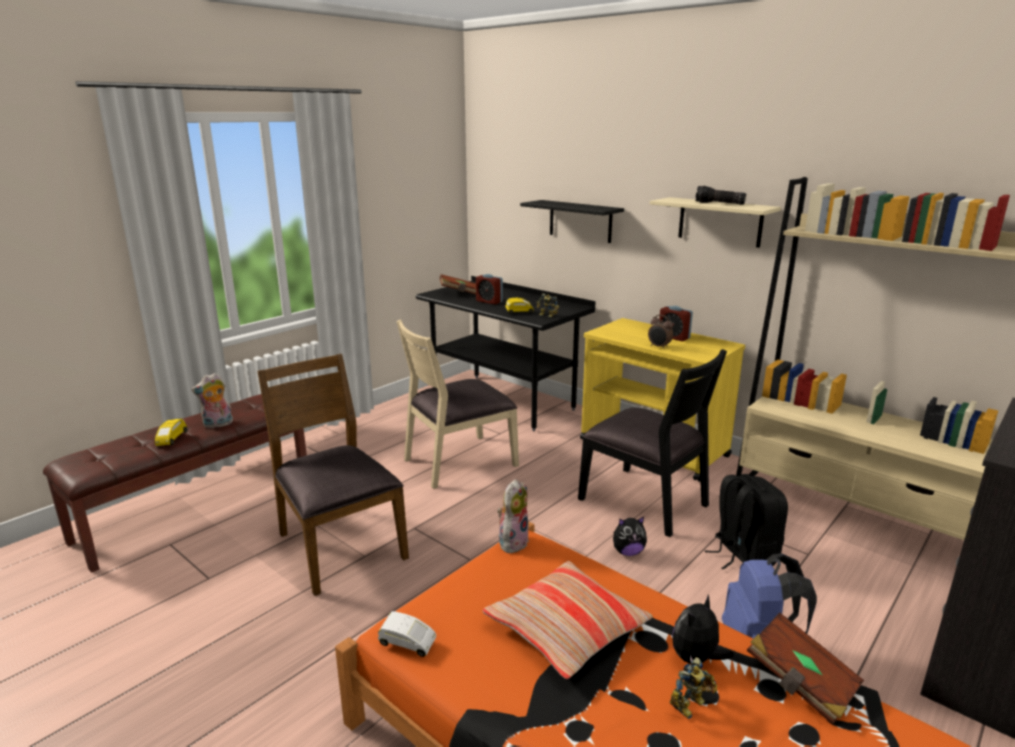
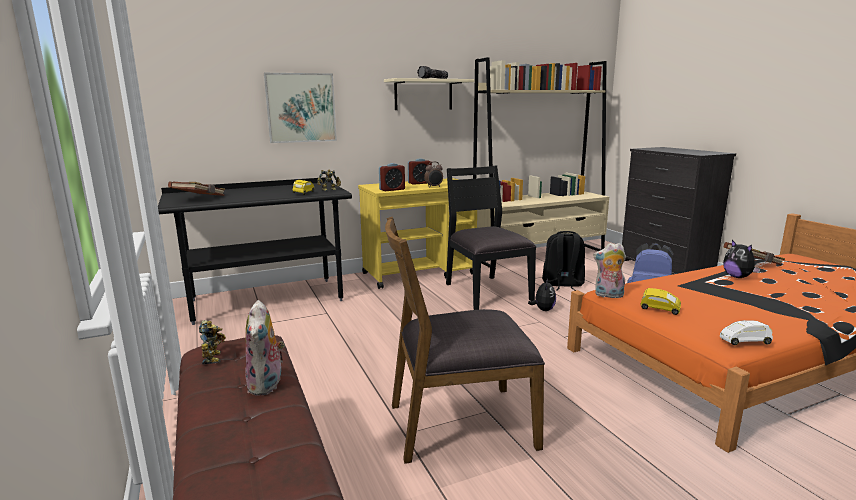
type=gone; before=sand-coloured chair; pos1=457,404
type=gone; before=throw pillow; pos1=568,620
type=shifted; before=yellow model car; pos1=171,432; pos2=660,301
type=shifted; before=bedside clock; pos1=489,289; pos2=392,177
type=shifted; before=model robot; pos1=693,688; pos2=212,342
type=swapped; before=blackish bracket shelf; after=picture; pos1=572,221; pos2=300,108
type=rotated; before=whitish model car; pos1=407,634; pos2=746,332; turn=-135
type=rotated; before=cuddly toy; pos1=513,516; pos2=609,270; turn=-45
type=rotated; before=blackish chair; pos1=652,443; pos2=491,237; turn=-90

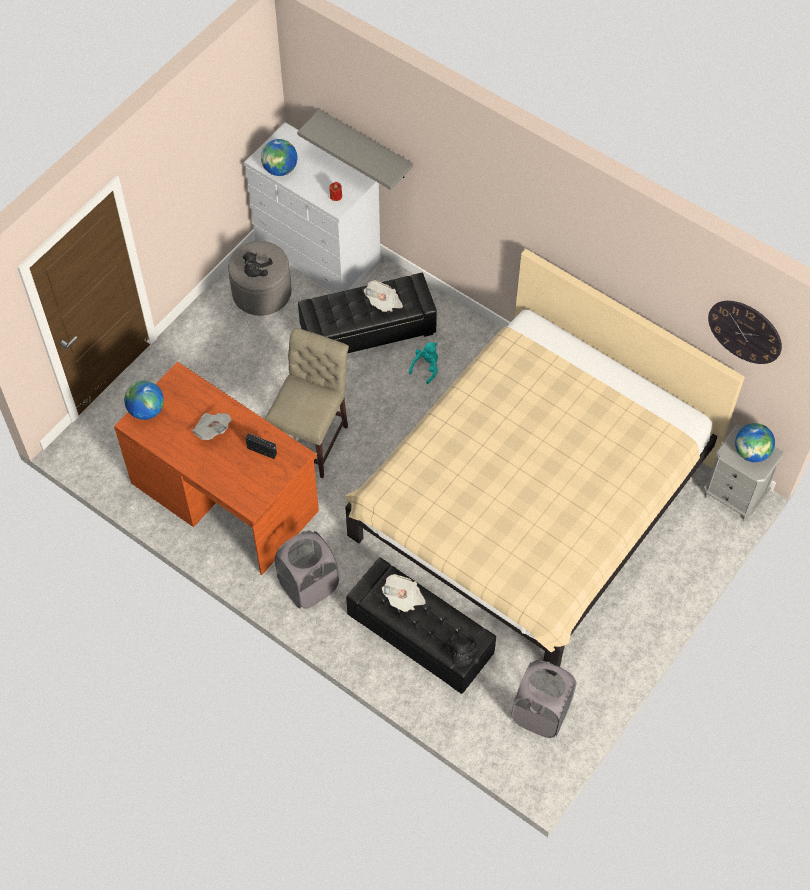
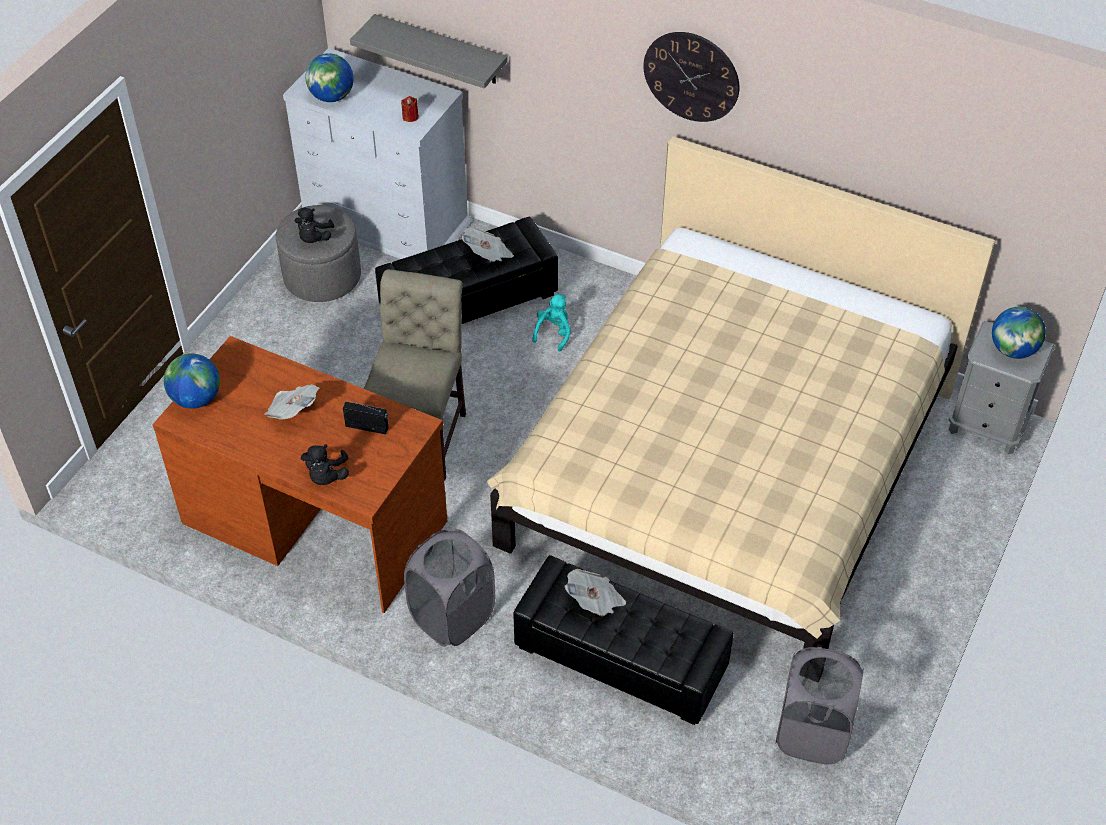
type=shifted; before=blackish cuddly toy; pos1=462,650; pos2=325,464
type=shifted; before=wall clock; pos1=745,332; pos2=691,77

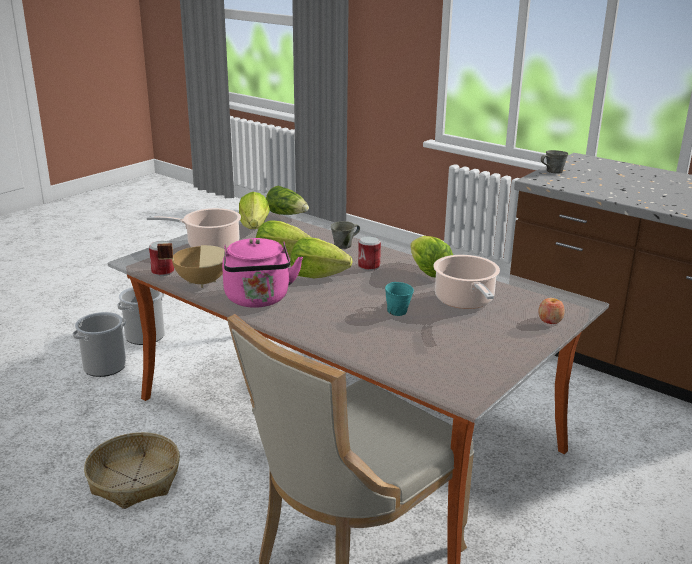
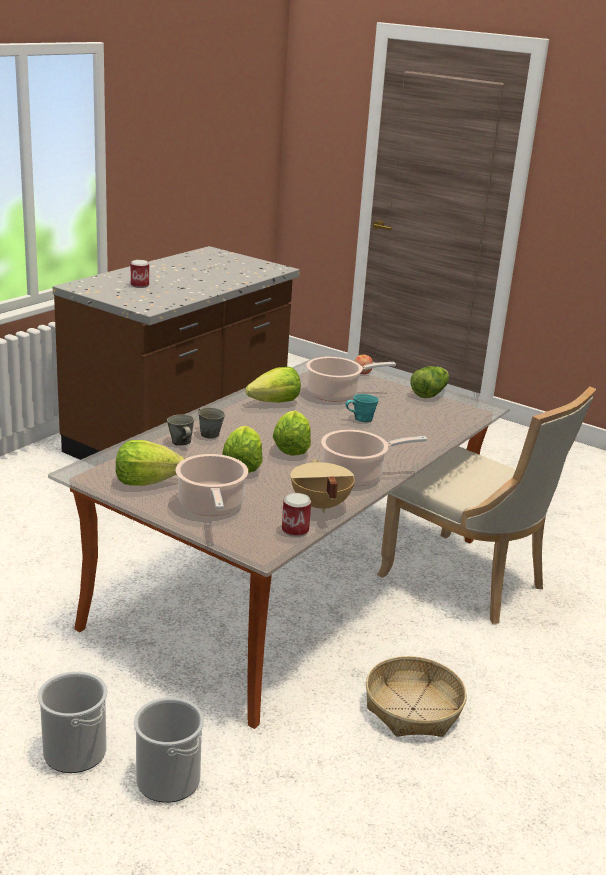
type=shifted; before=lettuce head; pos1=287,200; pos2=429,382
type=shifted; before=can; pos1=369,253; pos2=140,274
type=shifted; before=gray tea mug; pos1=554,162; pos2=180,430
type=swapped; before=pink water kettle; after=stockpot; pos1=262,272; pos2=374,458

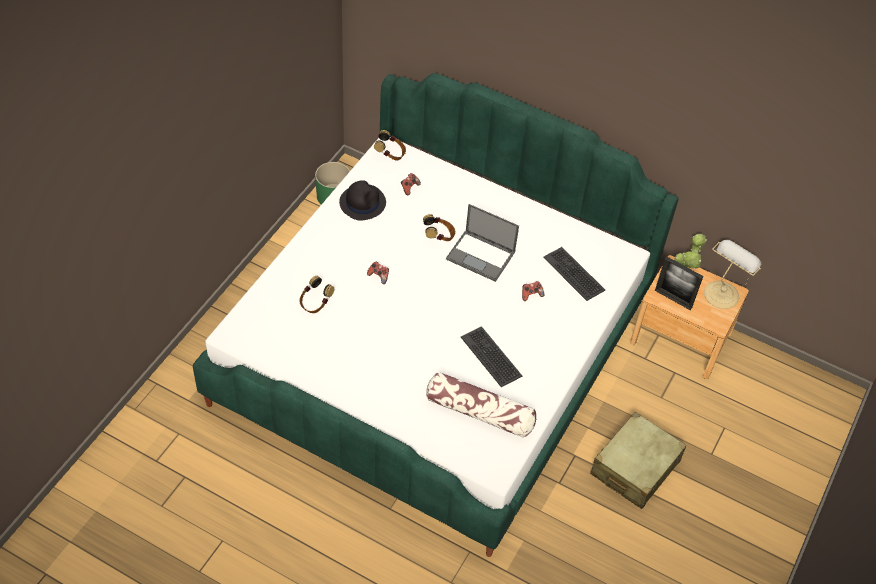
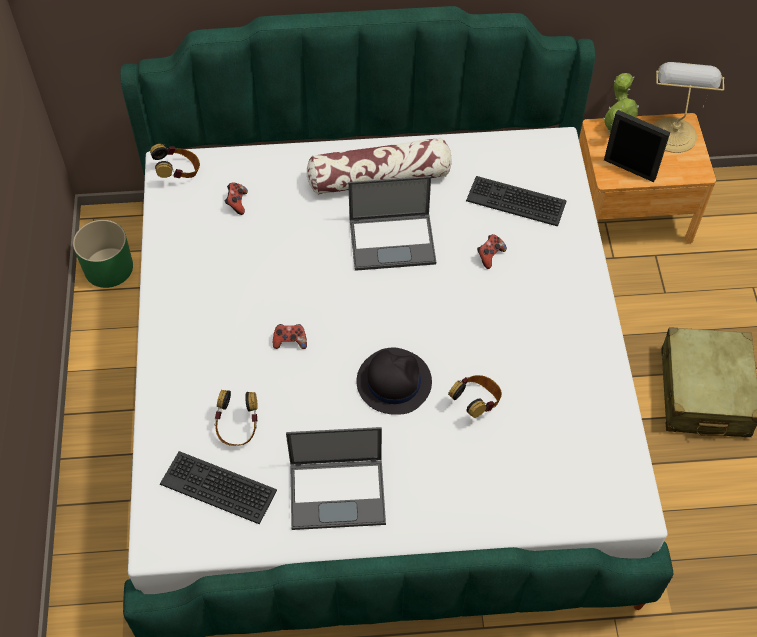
type=new; after=notebook computer; pos2=336,478
type=shifted; before=blackish wearable hat; pos1=362,200; pos2=394,381
type=shifted; before=headphones; pos1=439,227; pos2=475,396
type=shifted; before=throw pillow; pos1=481,405; pos2=379,166
type=shifted; before=keyboard; pos1=491,356; pos2=218,487
type=rotated; before=photo frame; pos1=679,283; pos2=637,146; turn=-150

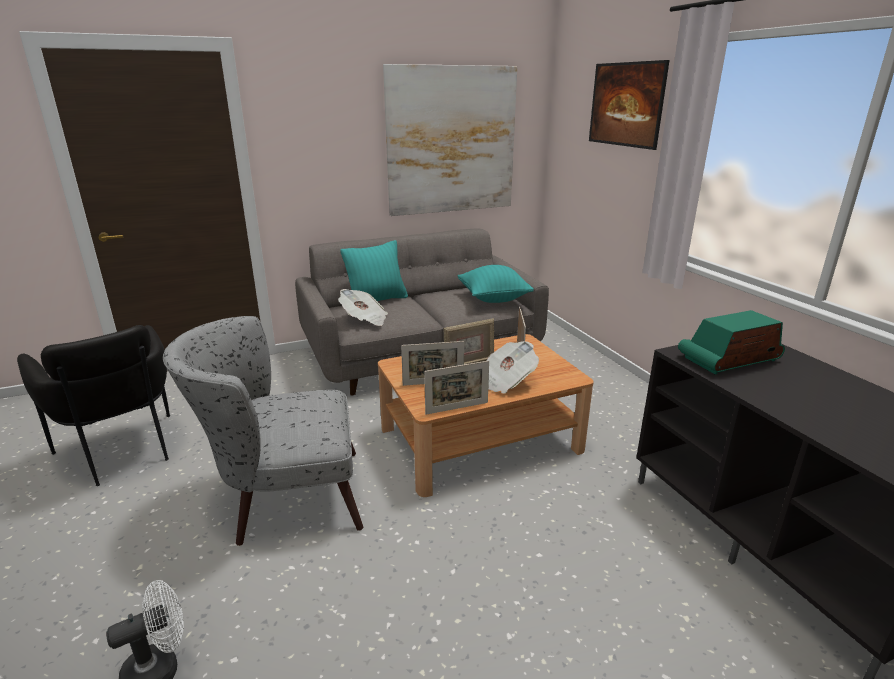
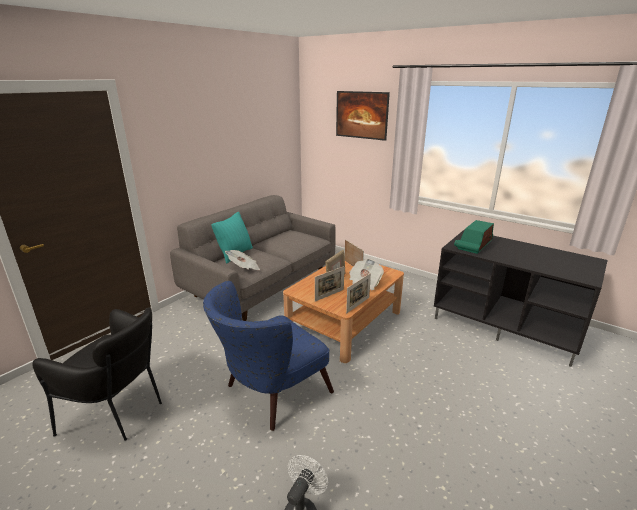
type=gone; before=picture; pos1=450,140
type=gone; before=blue-green throw pillow; pos1=496,284
type=repainted; before=gray armchair; after=blue-coloured armchair; pos1=263,431; pos2=268,356

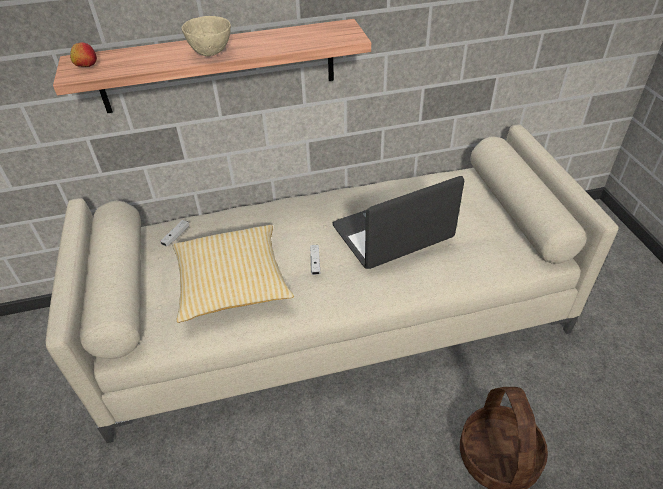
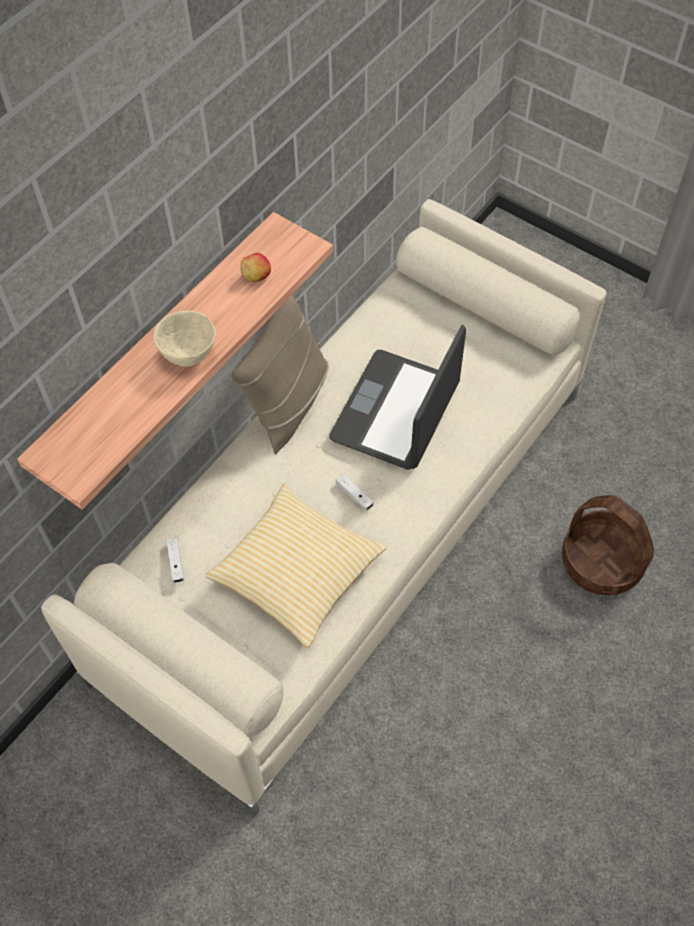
type=new; after=sand-coloured throw pillow; pos2=280,374
type=shifted; before=apple fruit; pos1=83,54; pos2=256,267

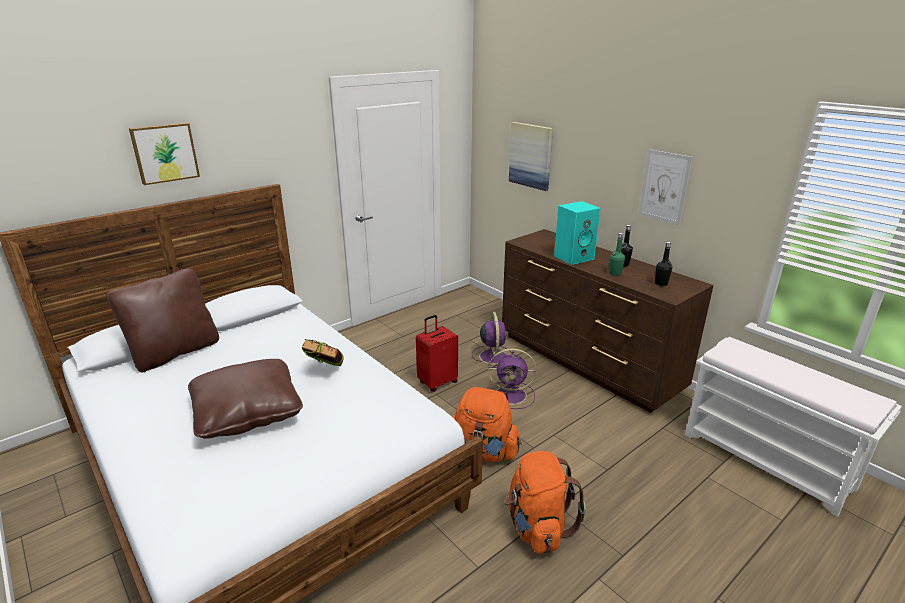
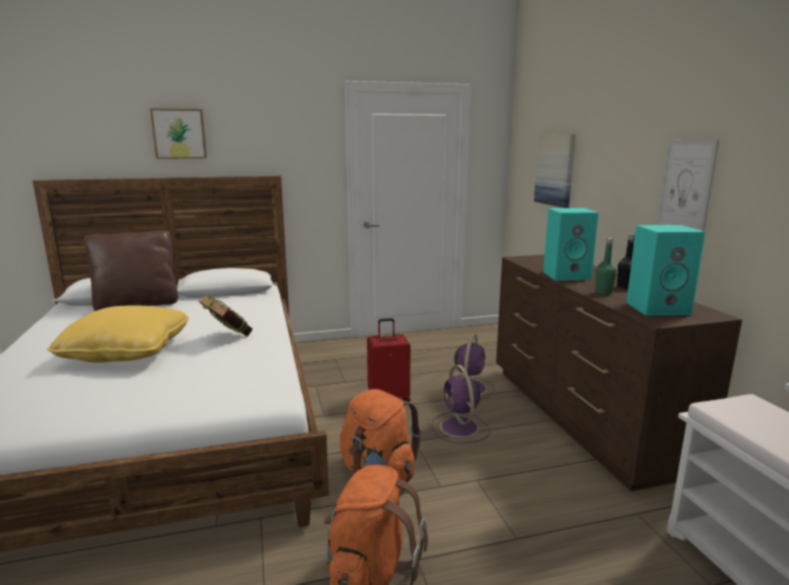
type=swapped; before=blackish drink bottle; after=blue-green audio speaker; pos1=663,264; pos2=666,270
type=repainted; before=brown-coloured throw pillow; after=yellow throw pillow; pos1=245,399; pos2=118,334
type=rotated; before=purplish cooling fan; pos1=511,379; pos2=461,404; turn=45

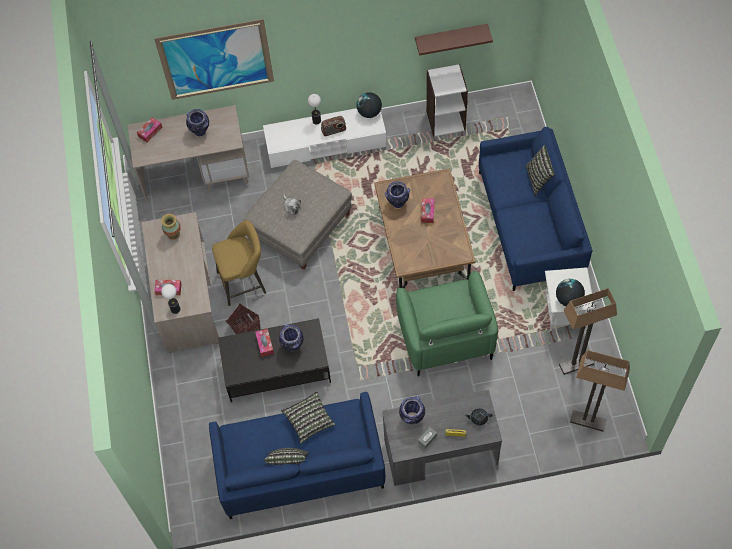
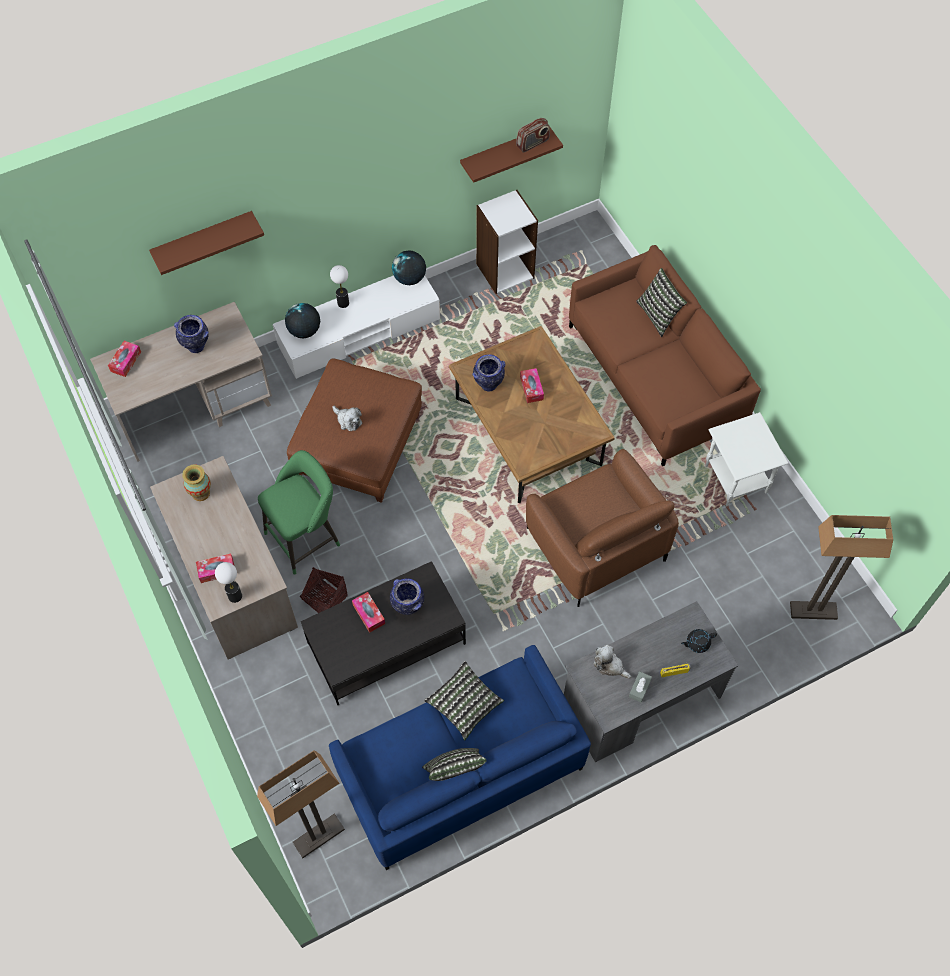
type=shifted; before=radio; pos1=333,126; pos2=533,135
type=shifted; before=globe; pos1=570,292; pos2=302,320
type=shifted; before=standard lamp; pos1=588,331; pos2=301,804
type=swapped; before=picture; after=brown-coloured bracket shelf; pos1=214,59; pos2=206,243
type=swapped; before=vase; after=cuddly toy; pos1=412,410; pos2=612,661
type=repainted; before=yellow stool seat; after=green-coloured stool seat; pos1=239,263; pos2=299,512
type=repainted; before=gray footrest; after=brown-coloured footrest; pos1=298,215; pos2=354,431
type=repainted; before=green-coloured armchair; after=brown-coloured armchair; pos1=447,324; pos2=602,528
type=repainted; before=blue-coloured couch; after=brown-coloured couch; pos1=535,209; pos2=665,355

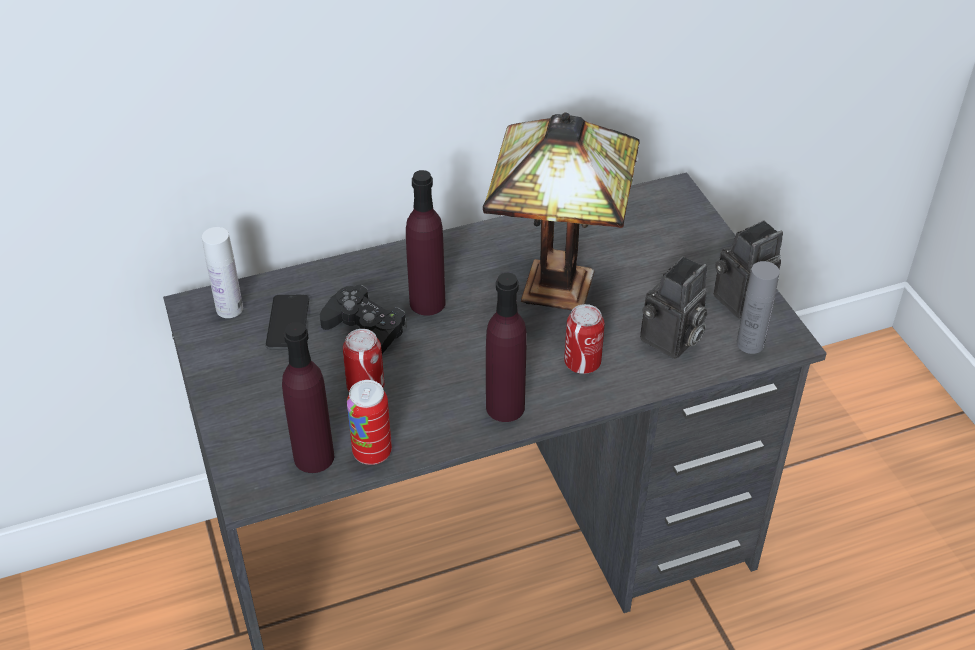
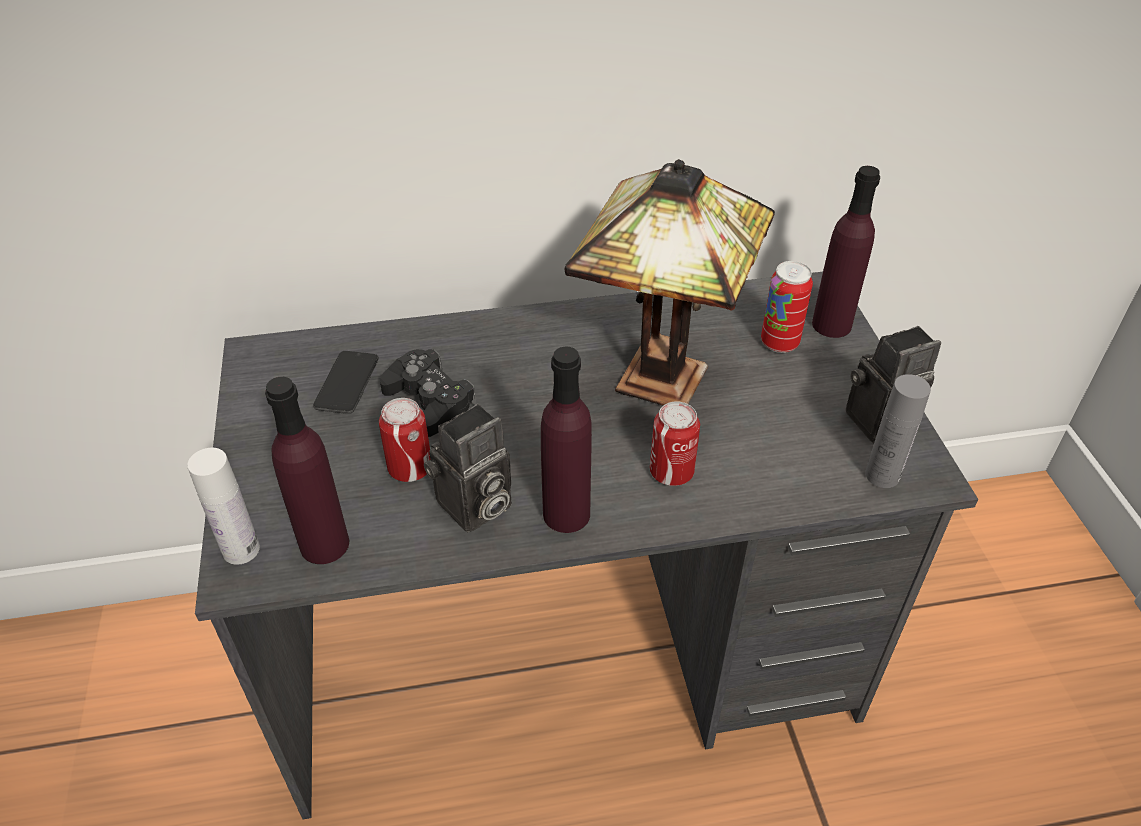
type=shifted; before=whitish drink bottle; pos1=222,272; pos2=223,506
type=shifted; before=can; pos1=369,422; pos2=787,307
type=shifted; before=purplish drink bottle; pos1=426,243; pos2=846,252
type=shifted; before=still camera; pos1=673,307; pos2=468,468

